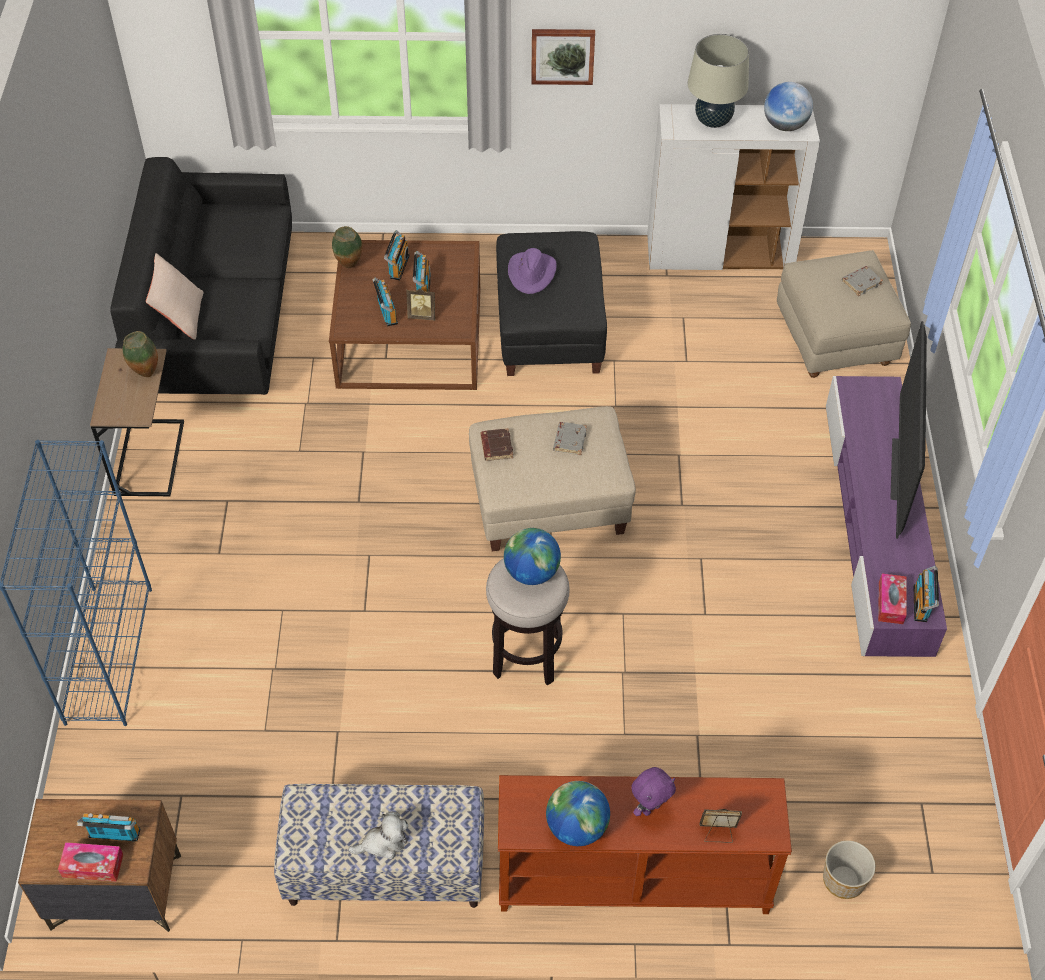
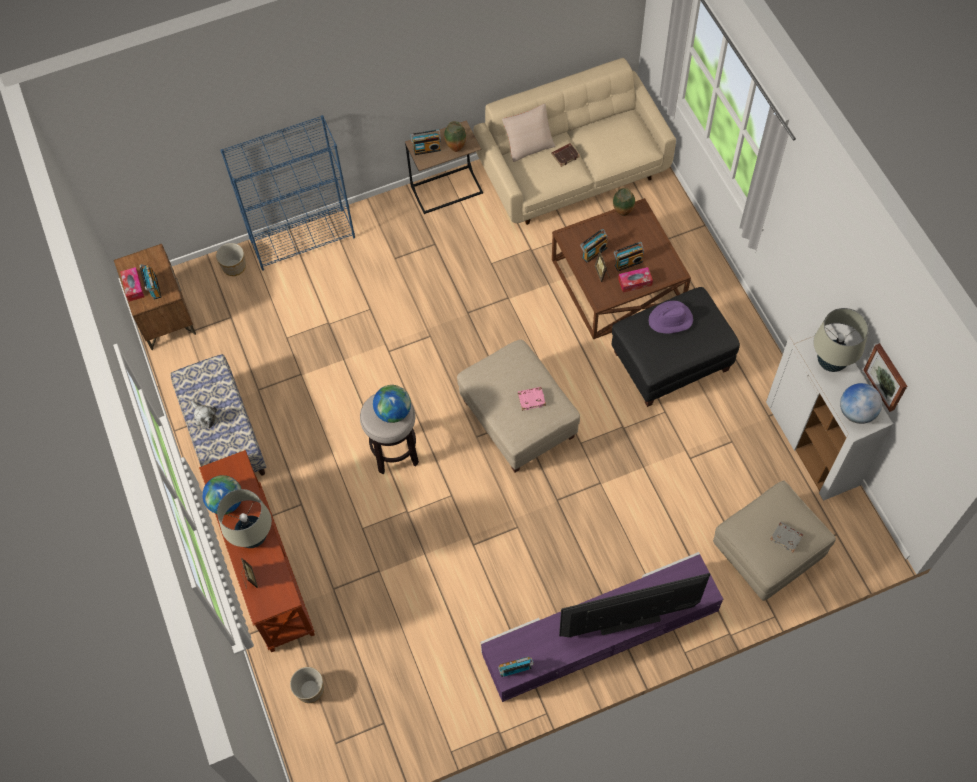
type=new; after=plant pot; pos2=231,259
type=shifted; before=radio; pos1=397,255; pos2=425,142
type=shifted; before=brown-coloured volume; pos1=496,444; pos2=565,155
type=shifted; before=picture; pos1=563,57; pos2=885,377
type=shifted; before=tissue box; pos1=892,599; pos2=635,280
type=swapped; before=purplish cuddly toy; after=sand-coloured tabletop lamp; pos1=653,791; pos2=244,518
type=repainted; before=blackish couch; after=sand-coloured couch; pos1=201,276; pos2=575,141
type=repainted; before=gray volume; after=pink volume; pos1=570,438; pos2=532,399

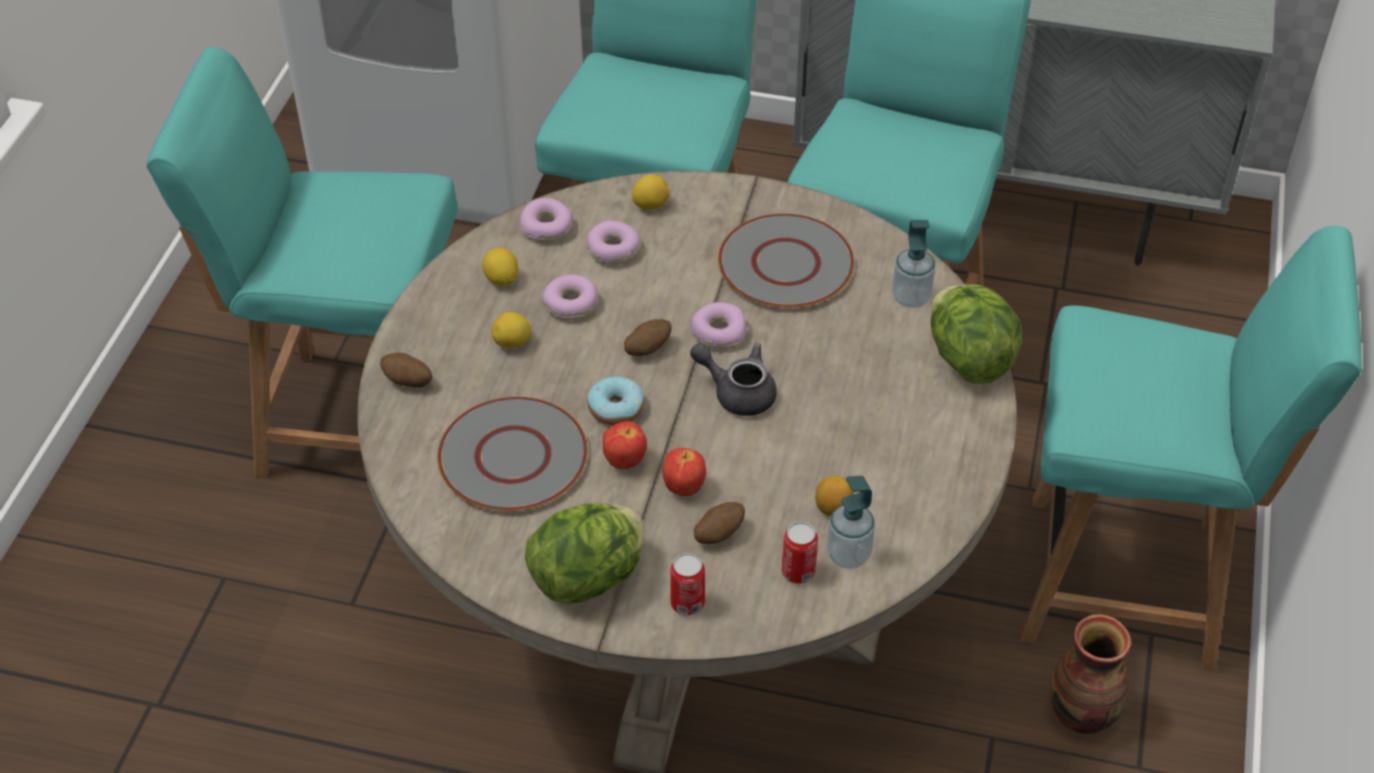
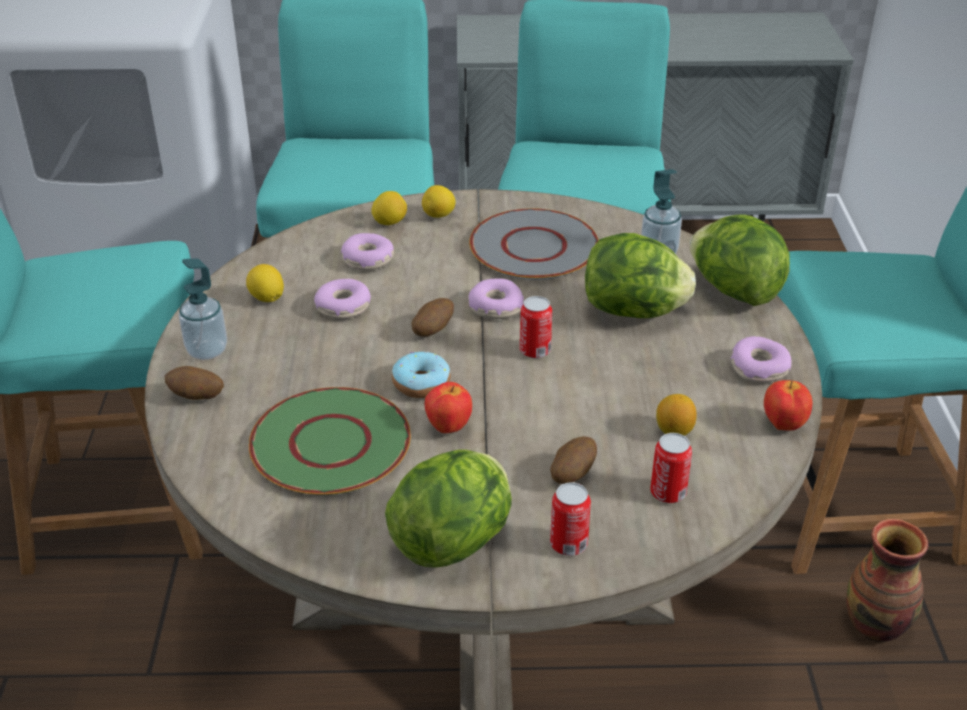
type=new; after=lettuce head; pos2=640,275
type=shifted; before=lemon; pos1=511,330; pos2=438,201
type=shifted; before=ring doughnut; pos1=546,219; pos2=761,359
type=shifted; before=apple fruit; pos1=684,472; pos2=788,405
type=shifted; before=soap dispenser; pos1=851,522; pos2=203,309
type=swapped; before=gray teapot; after=can; pos1=733,379; pos2=536,327
type=repainted; before=gray dinner plate; after=green-coloured dinner plate; pos1=512,454; pos2=330,441

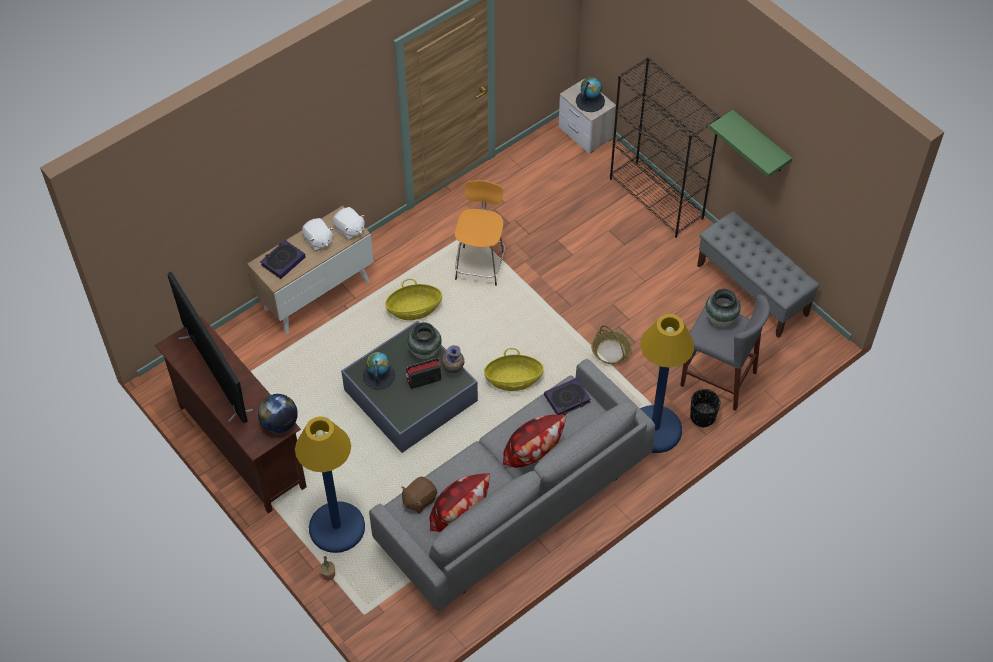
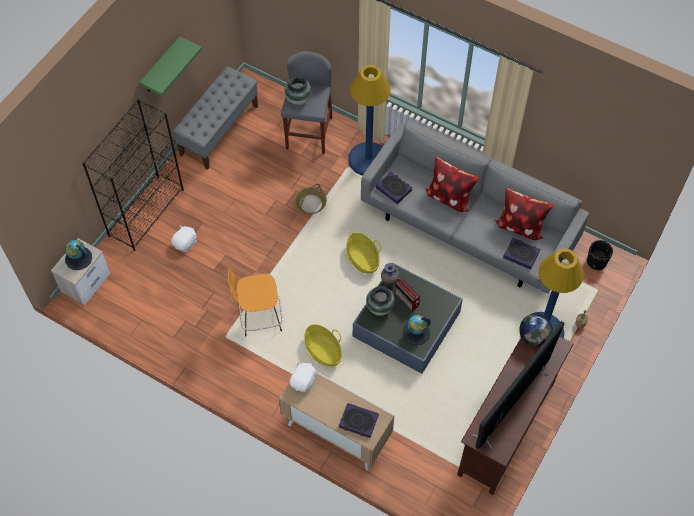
type=shifted; before=whitish cuddly toy; pos1=317,234; pos2=184,238
type=shifted; before=blackish plant pot; pos1=705,408; pos2=600,255
type=swapped; before=brown-coloured cuddly toy; after=volume; pos1=419,495; pos2=521,254

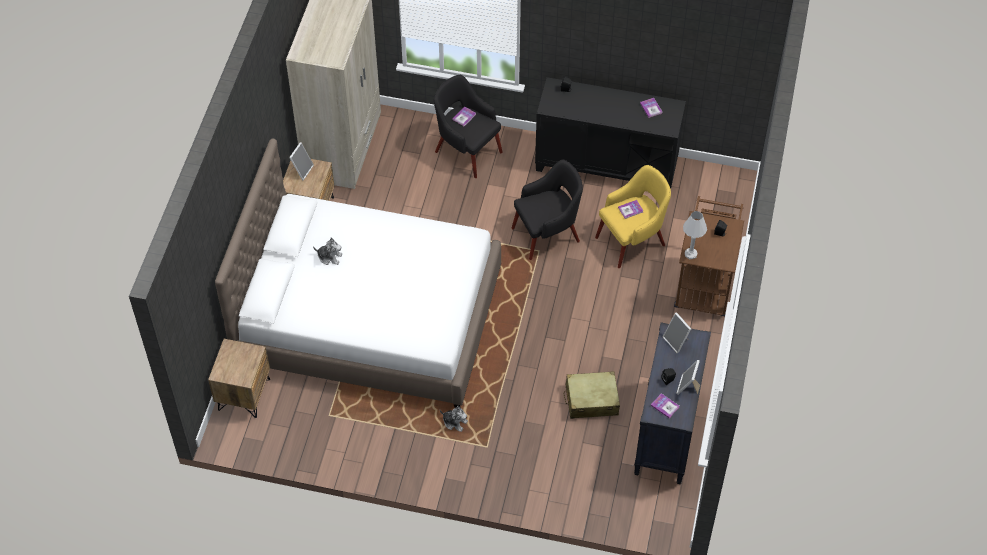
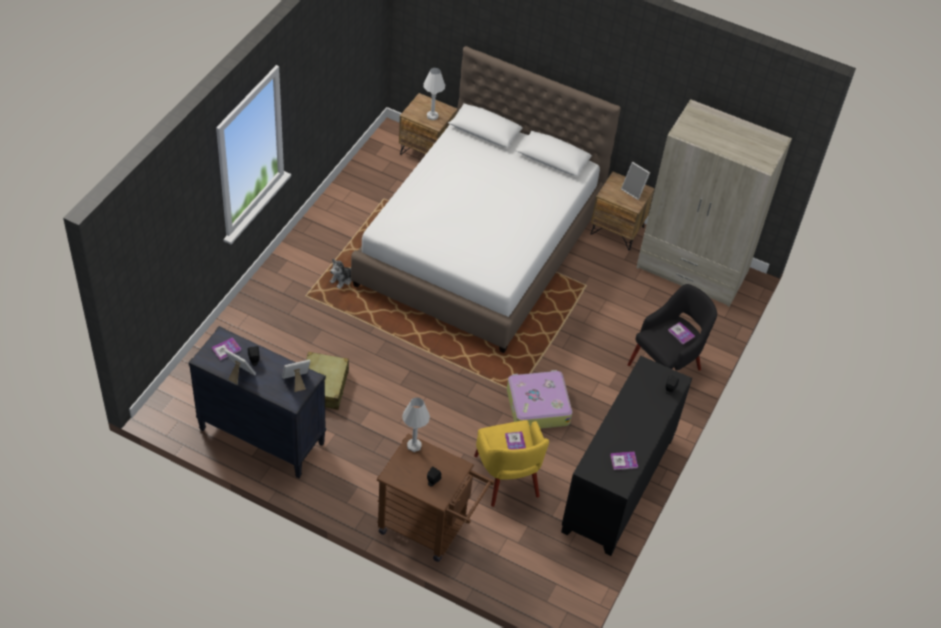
type=gone; before=cuddly toy; pos1=327,251
type=new; after=whitish tabletop lamp; pos2=434,94
type=swapped; before=blackish armchair; after=travel case; pos1=547,209; pos2=539,399

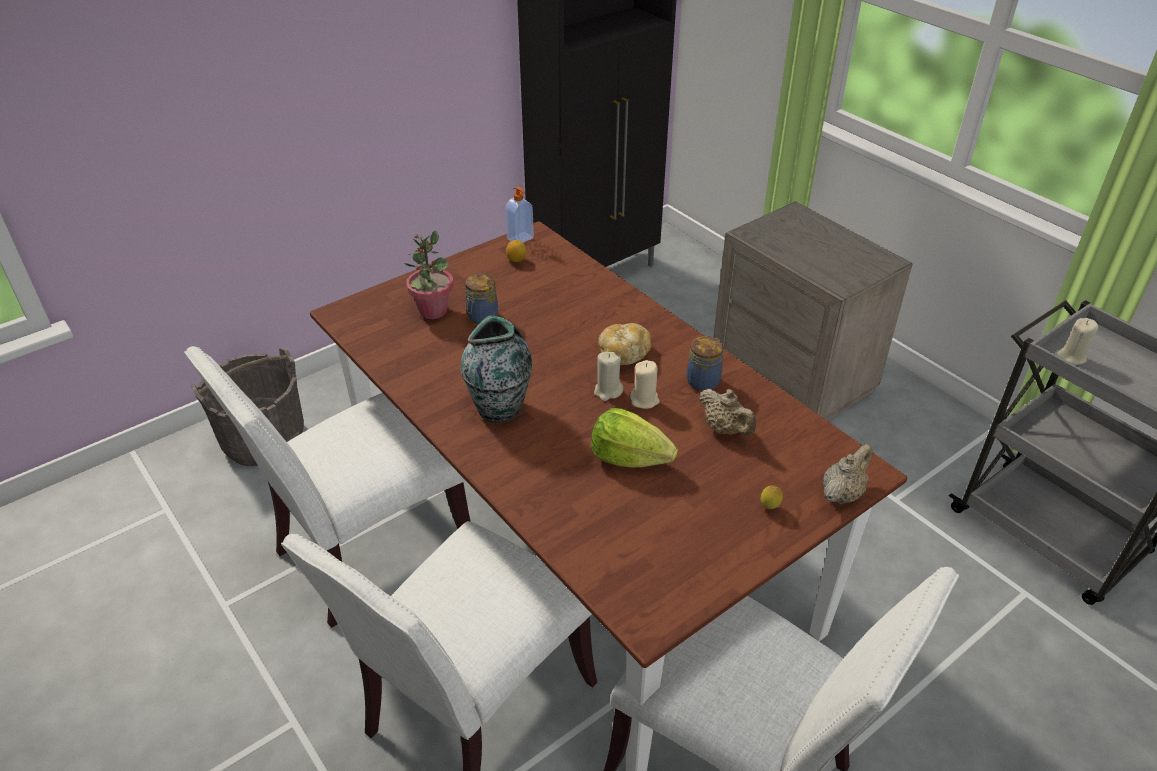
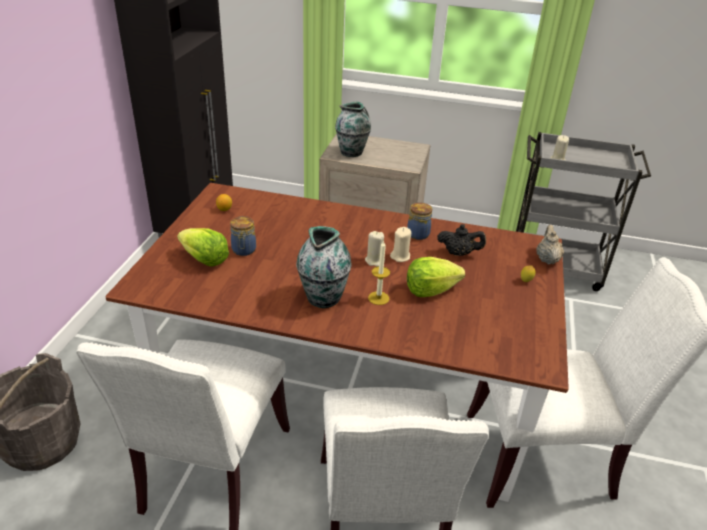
type=gone; before=soap dispenser; pos1=519,214
type=gone; before=baked bread; pos1=624,344
type=new; after=vase; pos2=353,129
type=new; after=wax light; pos2=379,272
type=swapped; before=potted plant; after=lettuce head; pos1=429,274; pos2=203,247
type=repainted; before=sand-coloured teapot; after=blackish teapot; pos1=727,412; pos2=461,240

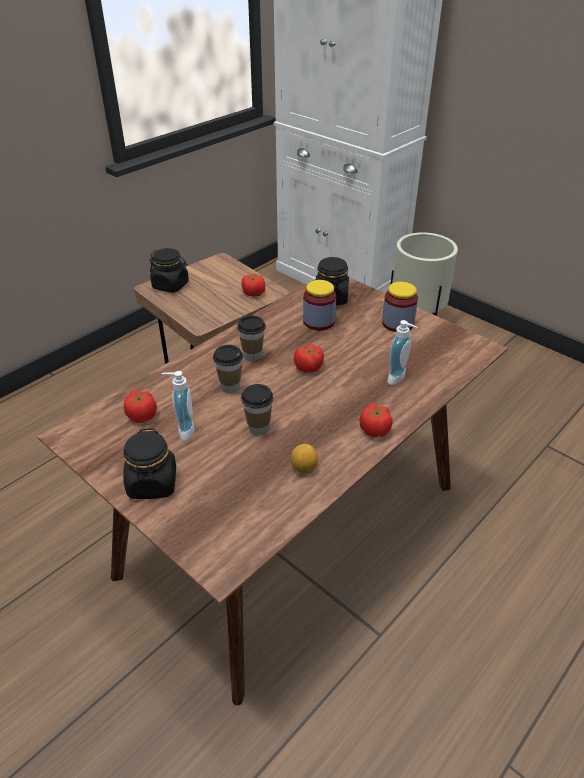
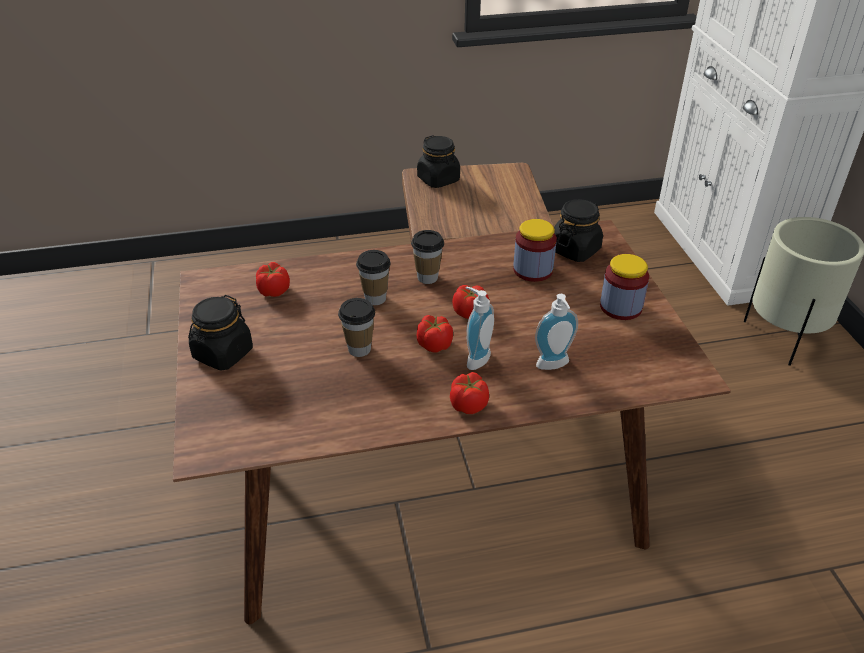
type=gone; before=lemon; pos1=304,458
type=shifted; before=soap dispenser; pos1=178,406; pos2=480,328
type=shifted; before=fresh tomato; pos1=253,285; pos2=435,334

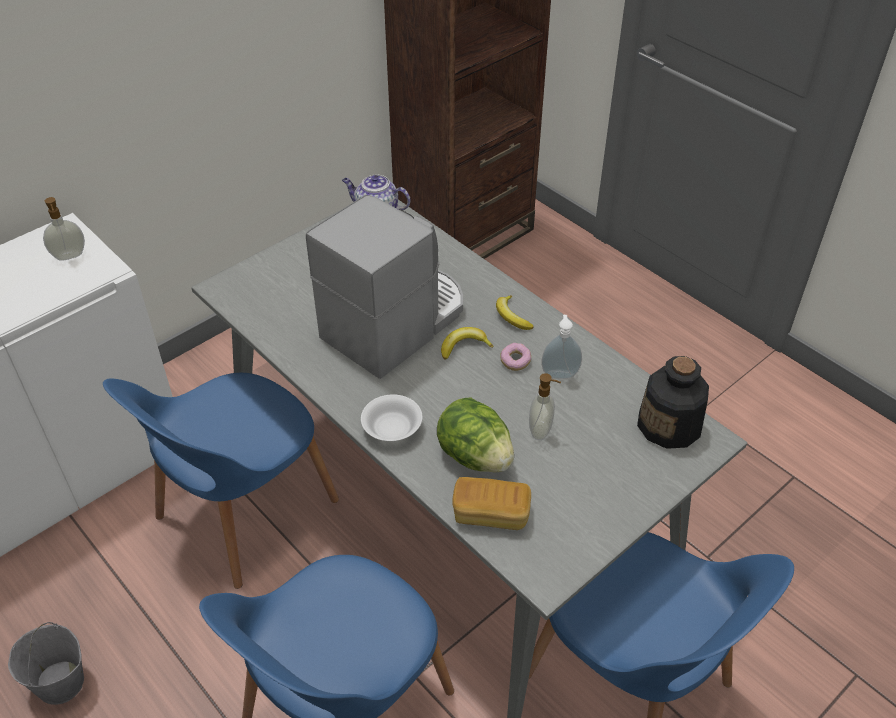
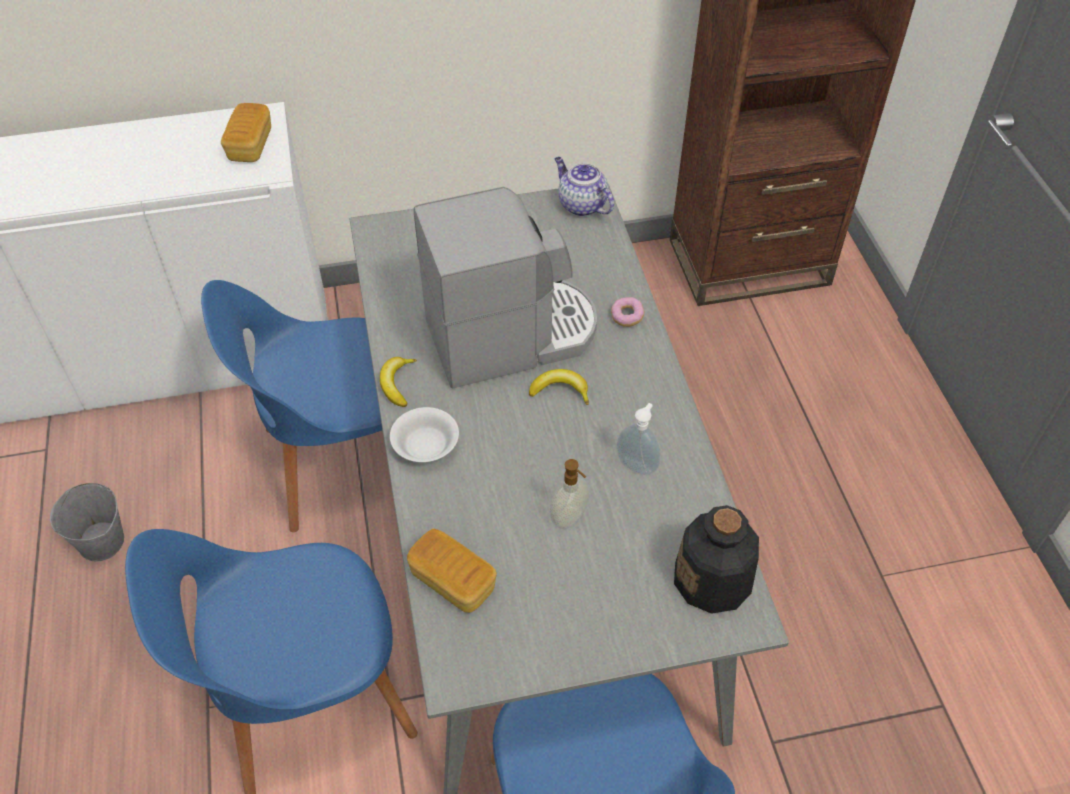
type=gone; before=lettuce head; pos1=475,435
type=shifted; before=banana fruit; pos1=515,312; pos2=398,382
type=shifted; before=ring doughnut; pos1=515,357; pos2=627,312
type=swapped; before=soap dispenser; after=baked bread; pos1=64,229; pos2=246,132

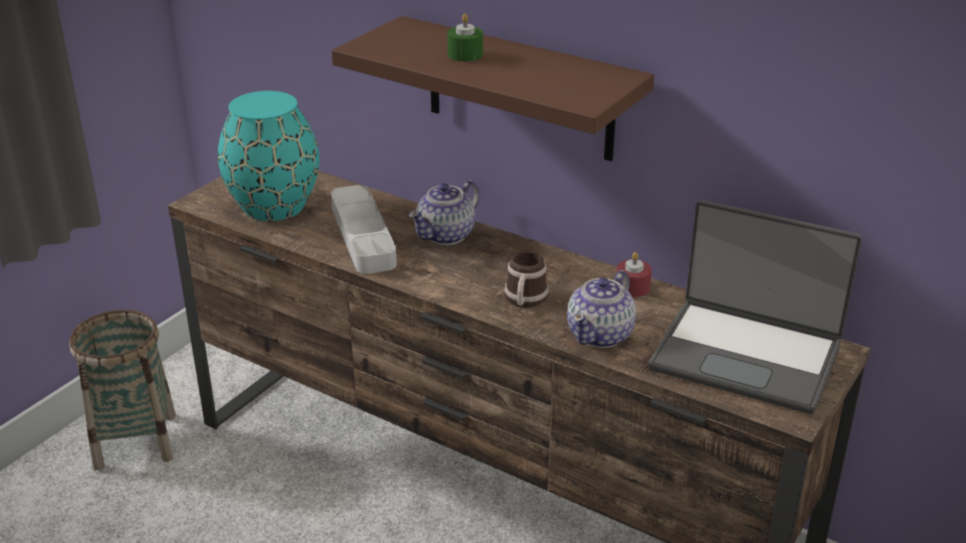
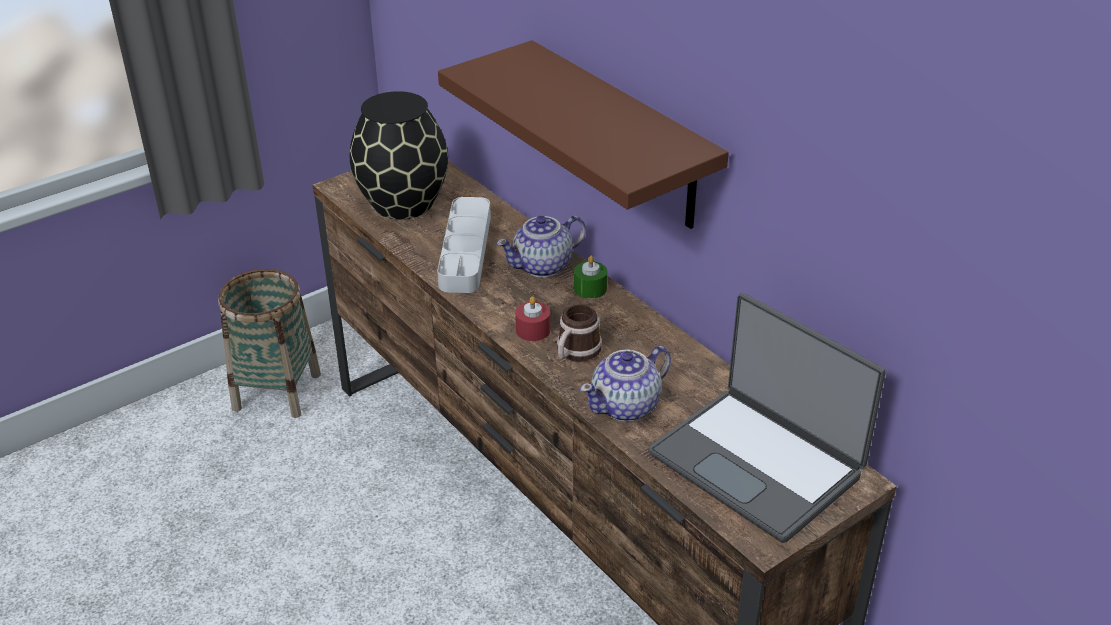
type=shifted; before=green-coloured wax light; pos1=465,37; pos2=590,277
type=shifted; before=red-coloured wax light; pos1=634,274; pos2=532,318
type=repainted; before=blue-green vase; after=blackish vase; pos1=268,156; pos2=398,155

